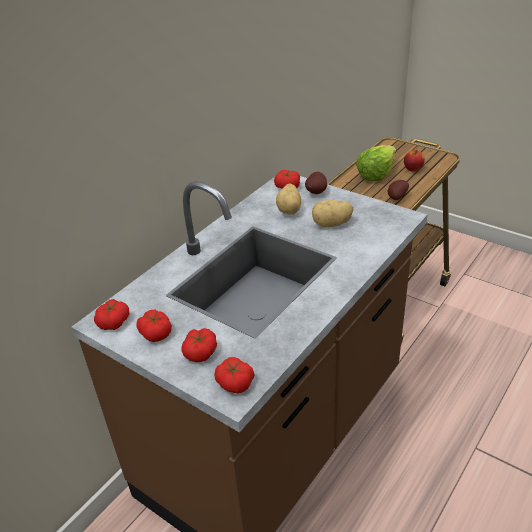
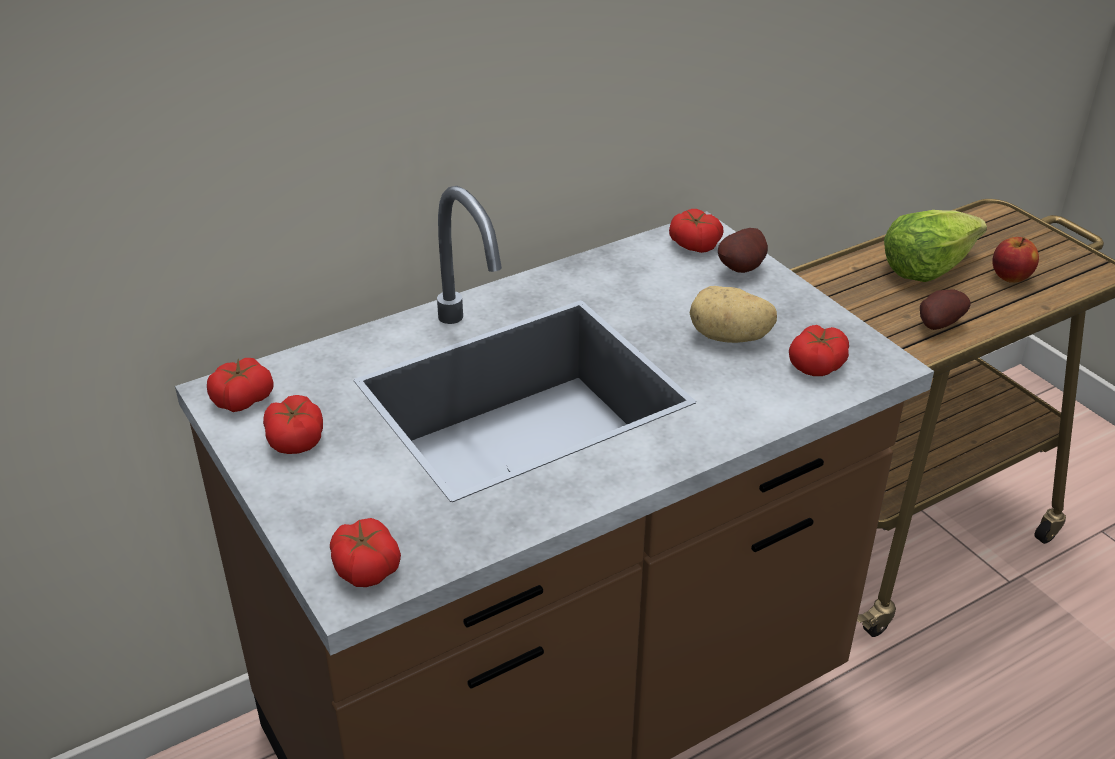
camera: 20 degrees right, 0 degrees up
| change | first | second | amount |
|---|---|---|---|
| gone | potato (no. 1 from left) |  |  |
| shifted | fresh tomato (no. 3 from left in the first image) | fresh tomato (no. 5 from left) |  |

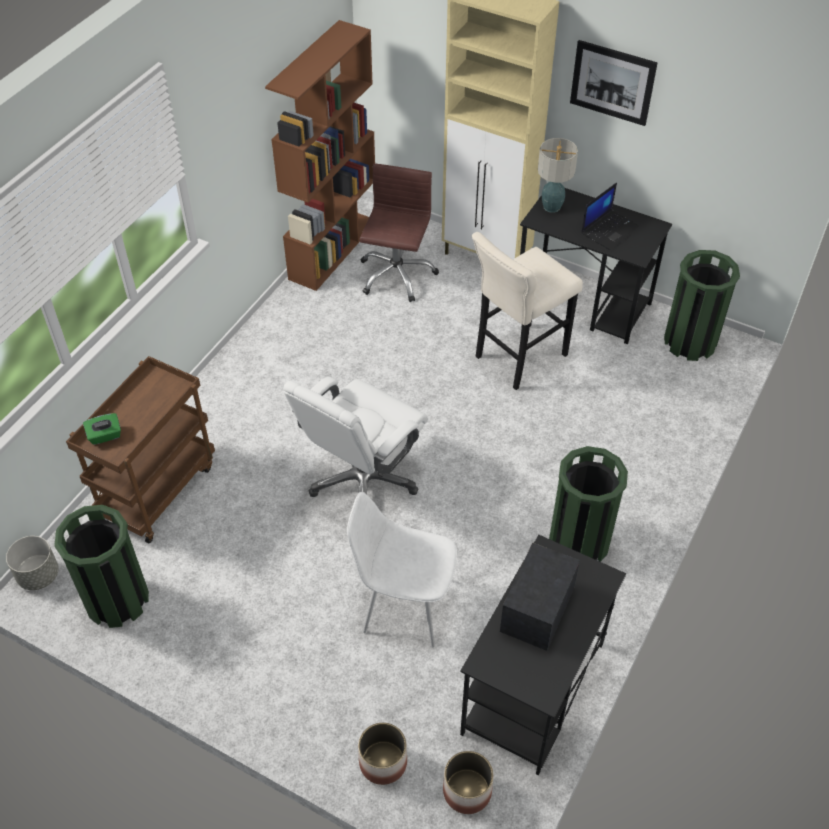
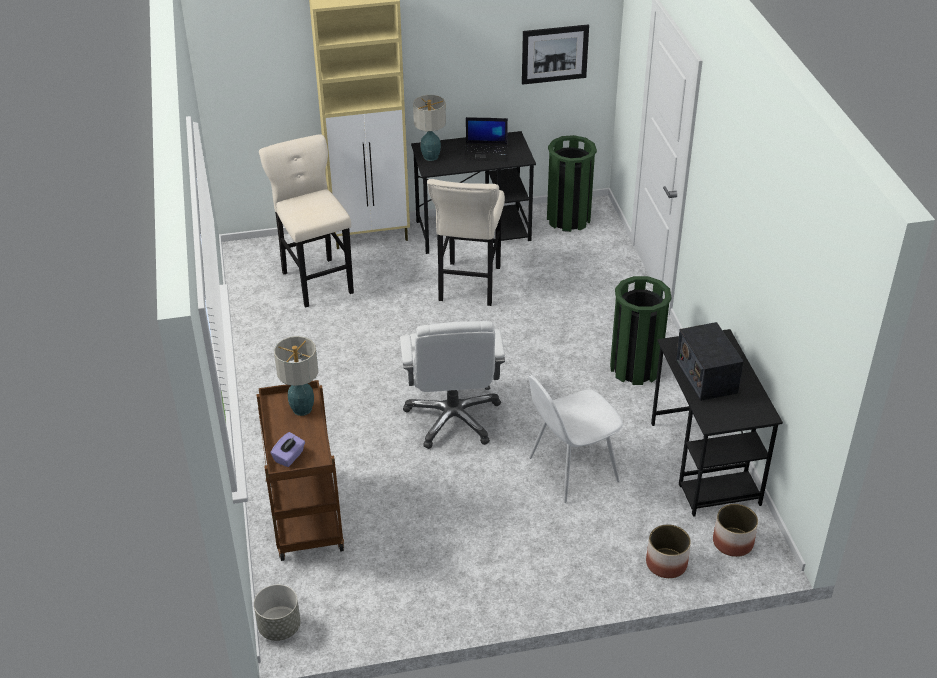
camera: 40 degrees left, 10 degrees down
| change | first | second | amount |
|---|---|---|---|
| gone | brown bookcase |  |  |
| shifted | wall picture |  |  |
| swapped | brown desk chair | beige sitting stool (no. 1 from left) |  |
| rotated | laptop |  | 90 degrees clockwise |
| repainted | green-coloured tissue holder | purplish tissue holder |  |
| gone | green-coloured rubbish bin (no. 1 from left) |  |  |
| new |  | tabletop lamp (no. 1 from left) |  |

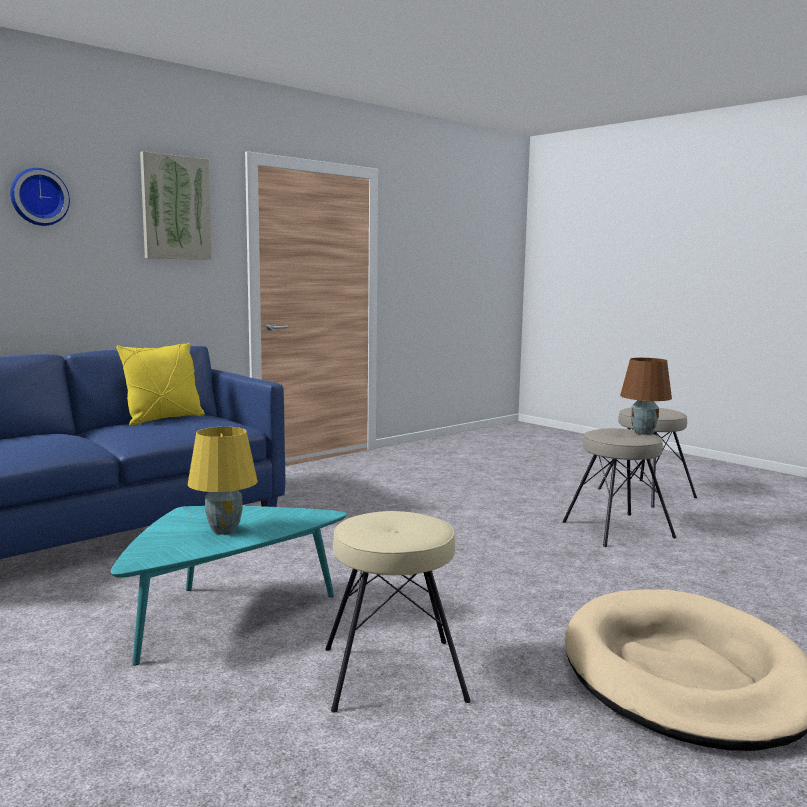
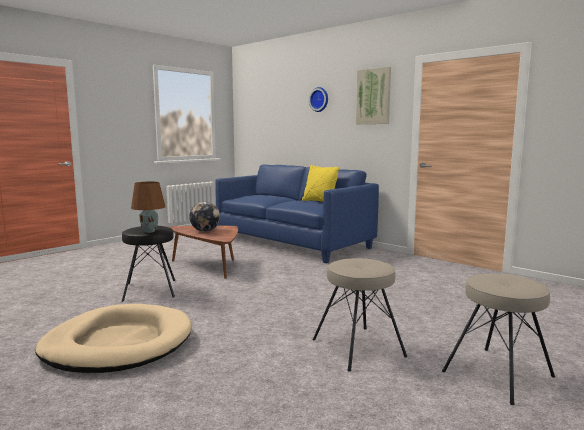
camera: 85 degrees right, 0 degrees up
| change | first | second | amount |
|---|---|---|---|
| shifted | brown tabletop lamp |  |  |
| swapped | yellow-coloured tabletop lamp | desk globe |  |
| repainted | turquoise-coloured coffee table | brown coffee table |  |
| repainted | beige sitting stool (no. 1 from left) | blackish sitting stool |  |

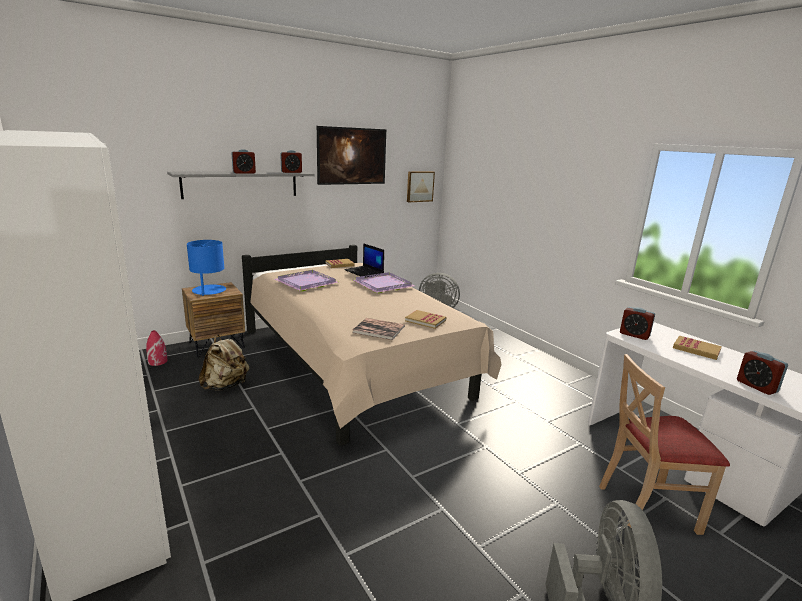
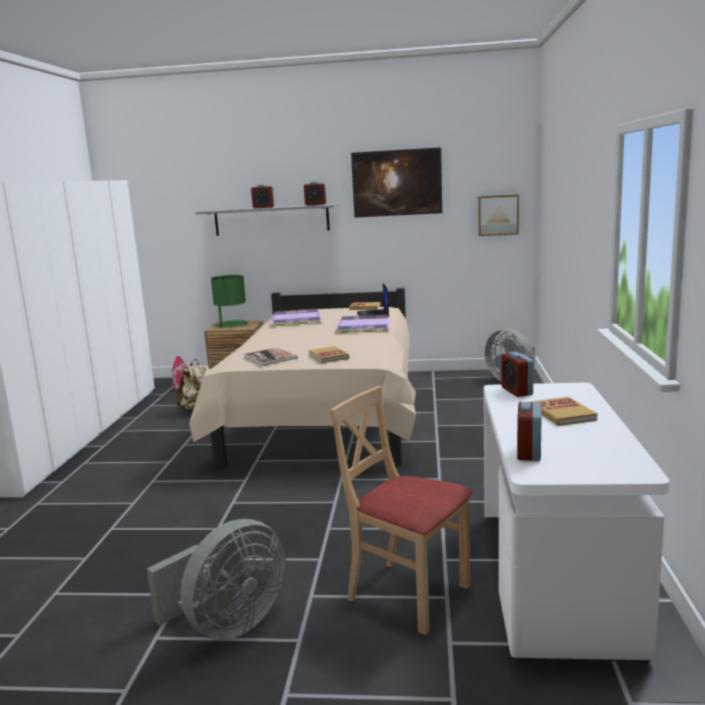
camera: 40 degrees right, 5 degrees down
| change | first | second | amount |
|---|---|---|---|
| repainted | blue tabletop lamp | green-coloured tabletop lamp |  |

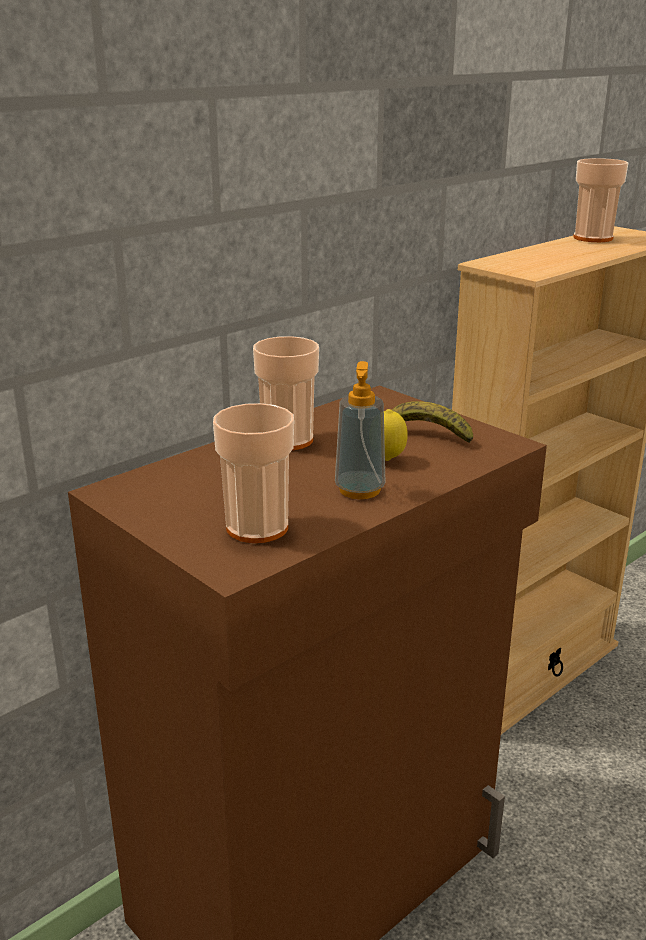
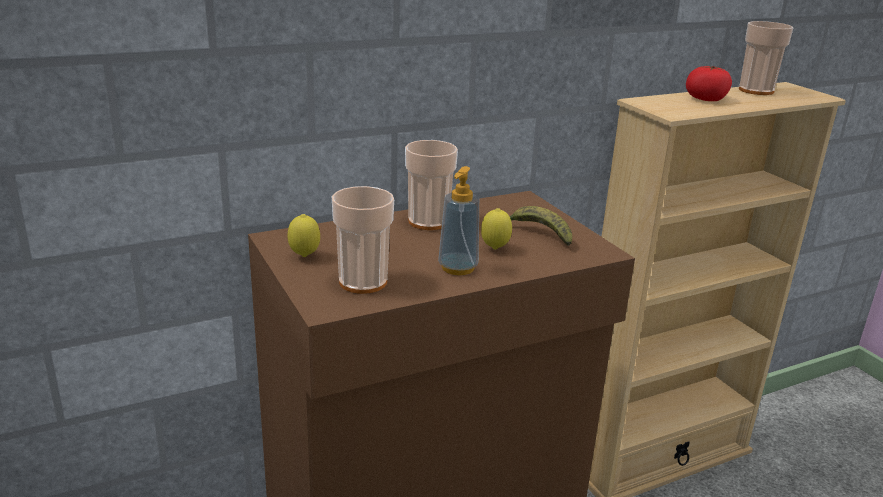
camera: 15 degrees right, 0 degrees up
| change | first | second | amount |
|---|---|---|---|
| new |  | fresh tomato |  |
| new |  | lemon (no. 1 from left) |  |

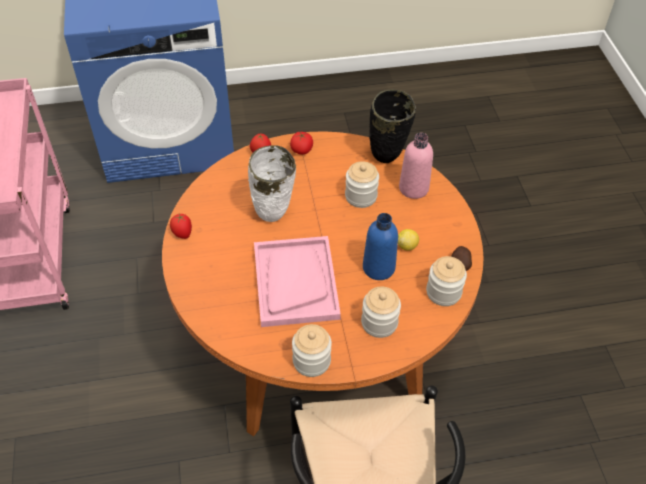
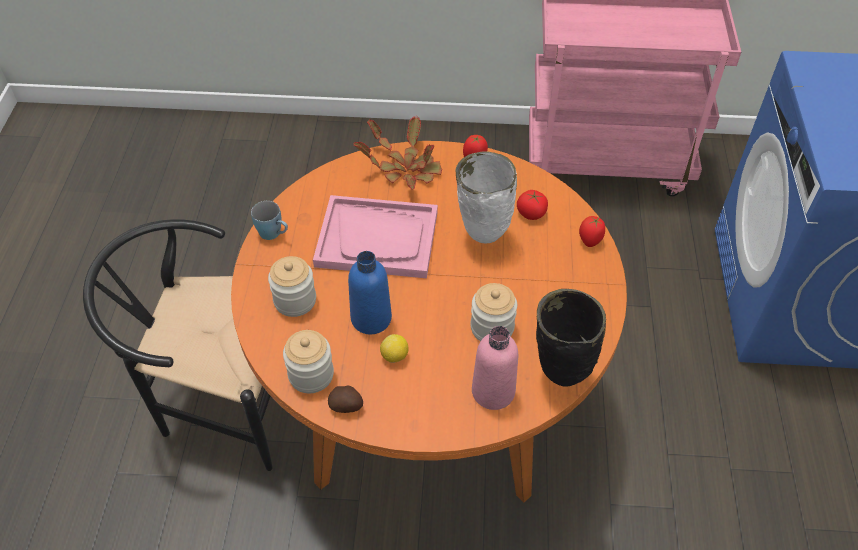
camera: 105 degrees right, 0 degrees up
| change | first | second | amount |
|---|---|---|---|
| shifted | fresh tomato (no. 3 from left in the first image) | fresh tomato (no. 2 from left) |  |
| swapped | jar (no. 1 from left) | blue tea mug |  |
| new |  | houseplant |  |

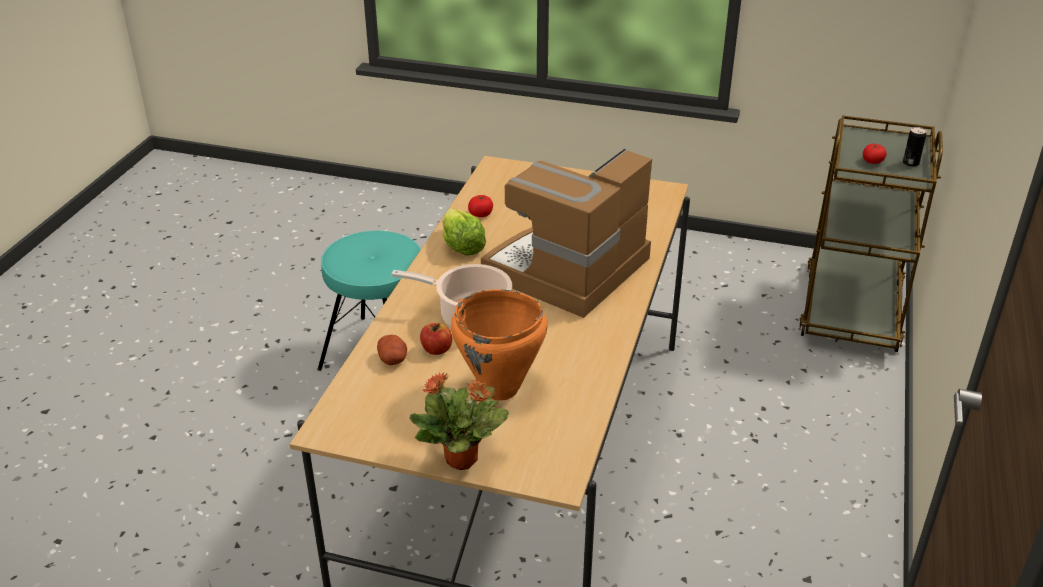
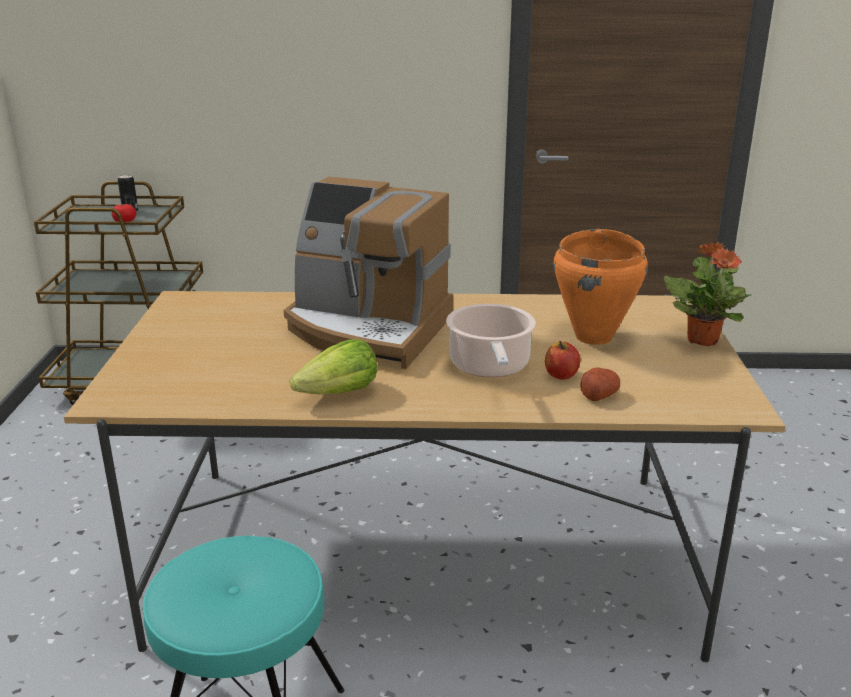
camera: 105 degrees left, 10 degrees down
| change | first | second | amount |
|---|---|---|---|
| gone | fresh tomato (no. 1 from left) |  |  |

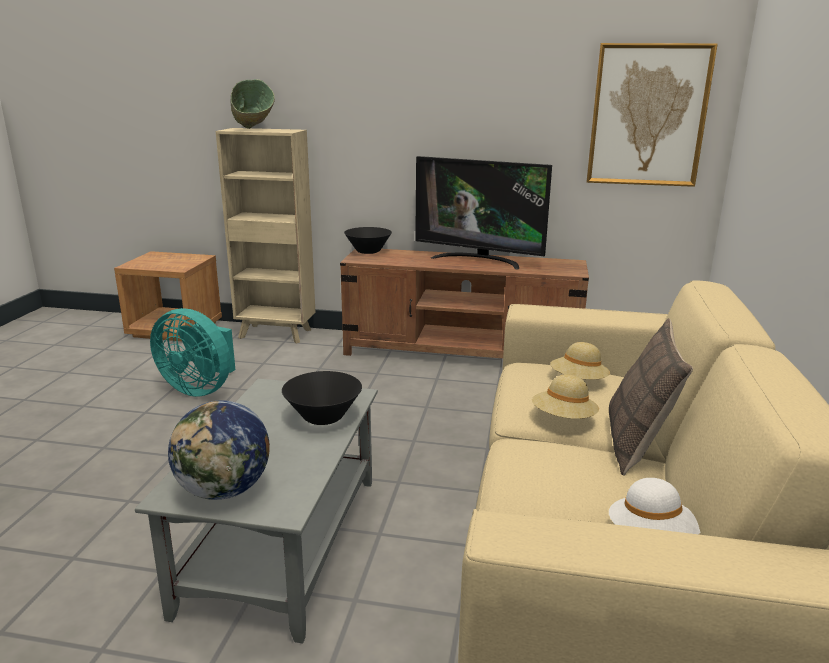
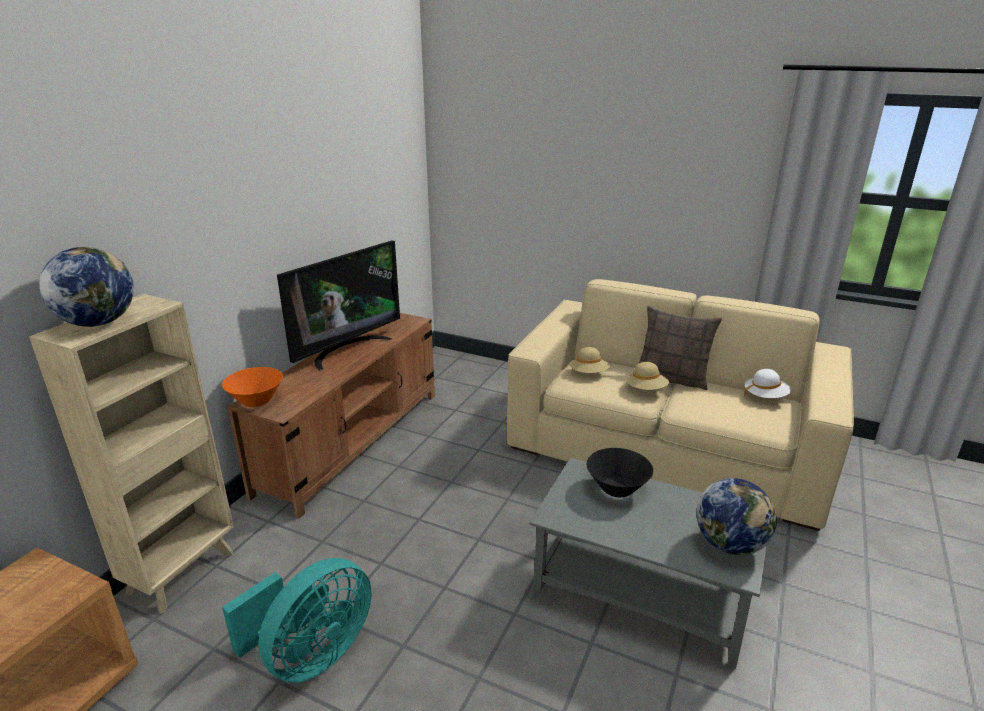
camera: 75 degrees left, 5 degrees up
| change | first | second | amount |
|---|---|---|---|
| gone | wall picture |  |  |
| swapped | green-coloured deep dish | desk globe (no. 1 from left) |  |
| repainted | blackish deep dish (no. 2 from left) | orange-coloured deep dish |  |

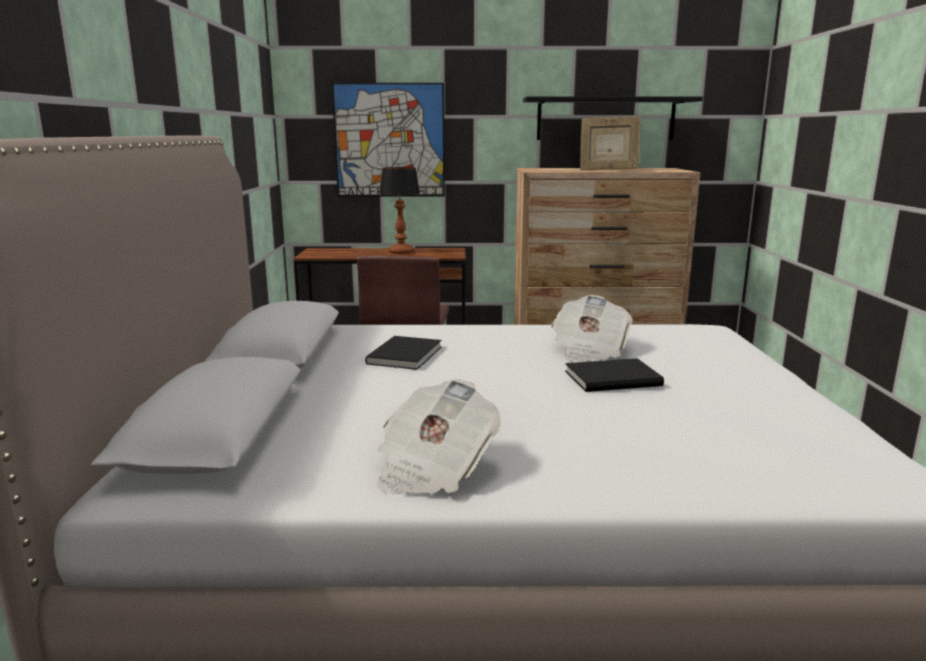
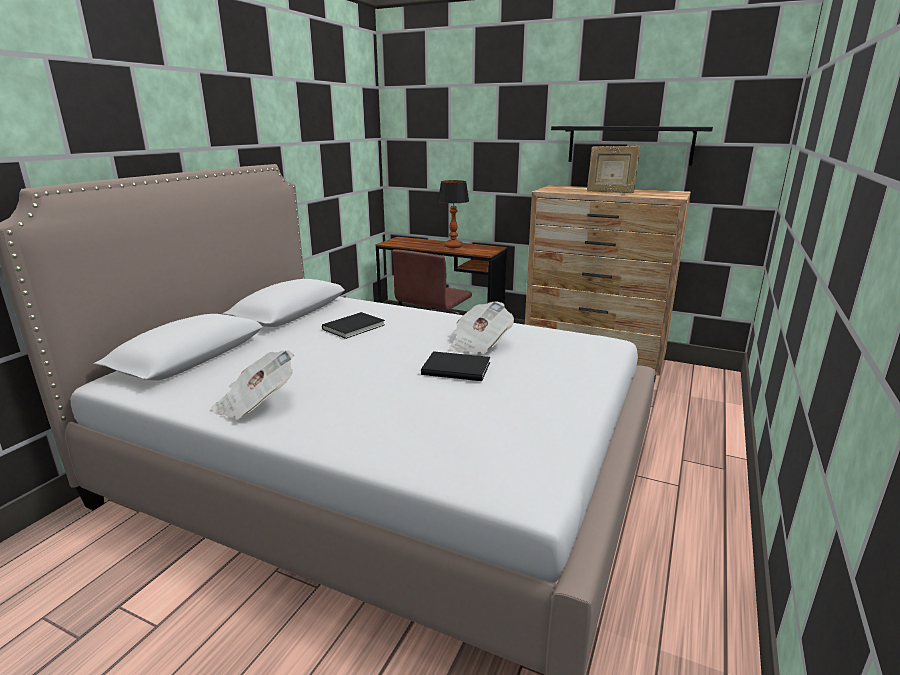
camera: 25 degrees right, 5 degrees up
| change | first | second | amount |
|---|---|---|---|
| gone | wall picture |  |  |

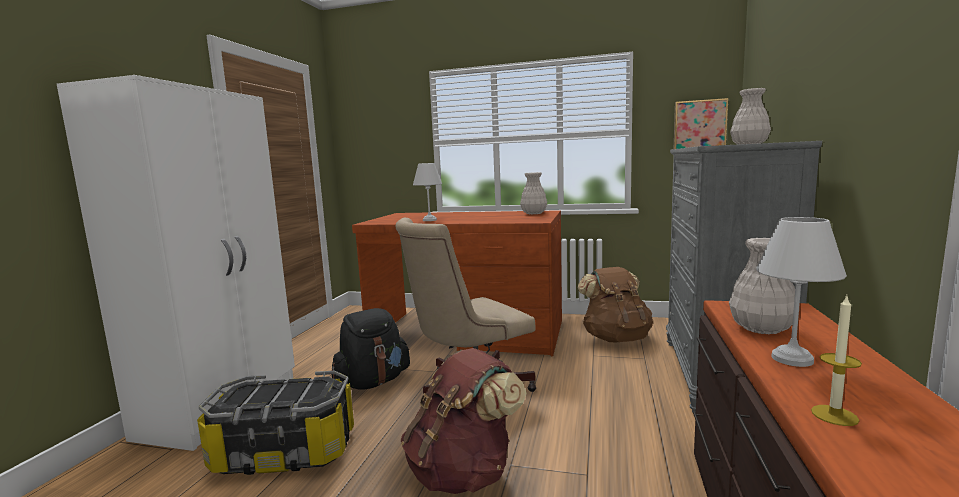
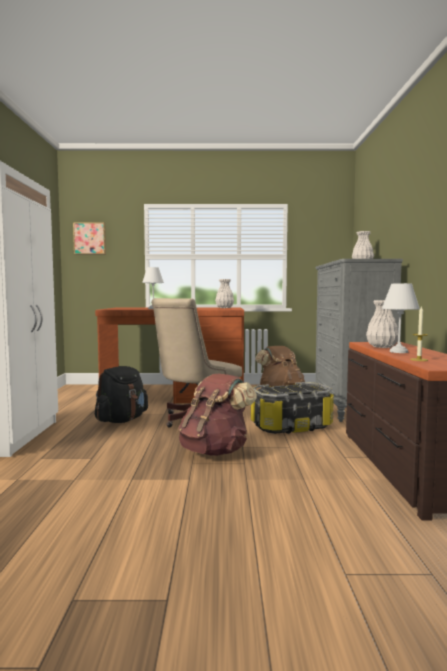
camera: 15 degrees left, 5 degrees down
| change | first | second | amount |
|---|---|---|---|
| shifted | wall picture |  |  |
| shifted | storage bin |  |  |

